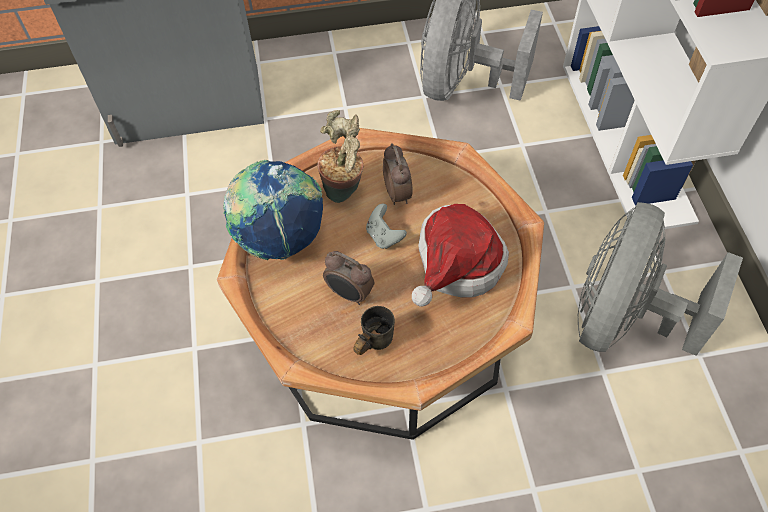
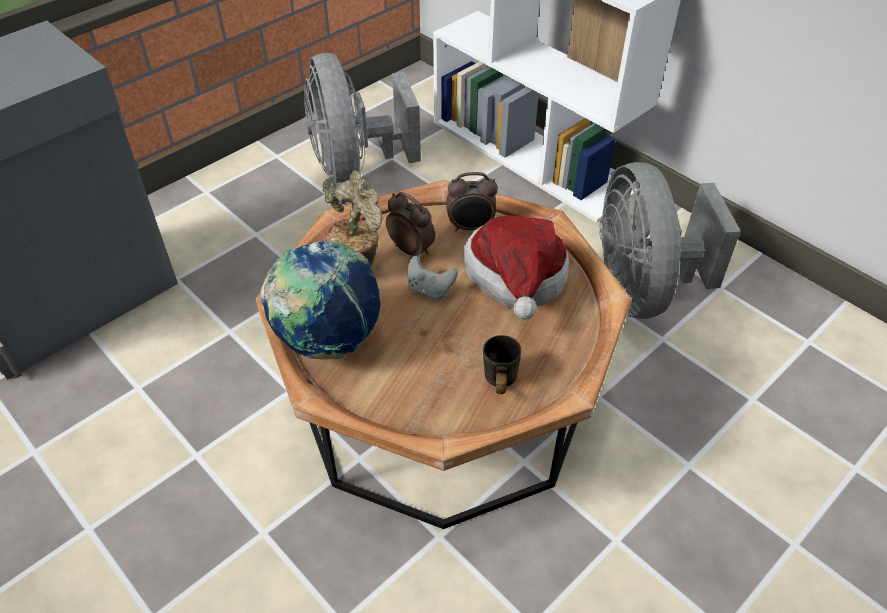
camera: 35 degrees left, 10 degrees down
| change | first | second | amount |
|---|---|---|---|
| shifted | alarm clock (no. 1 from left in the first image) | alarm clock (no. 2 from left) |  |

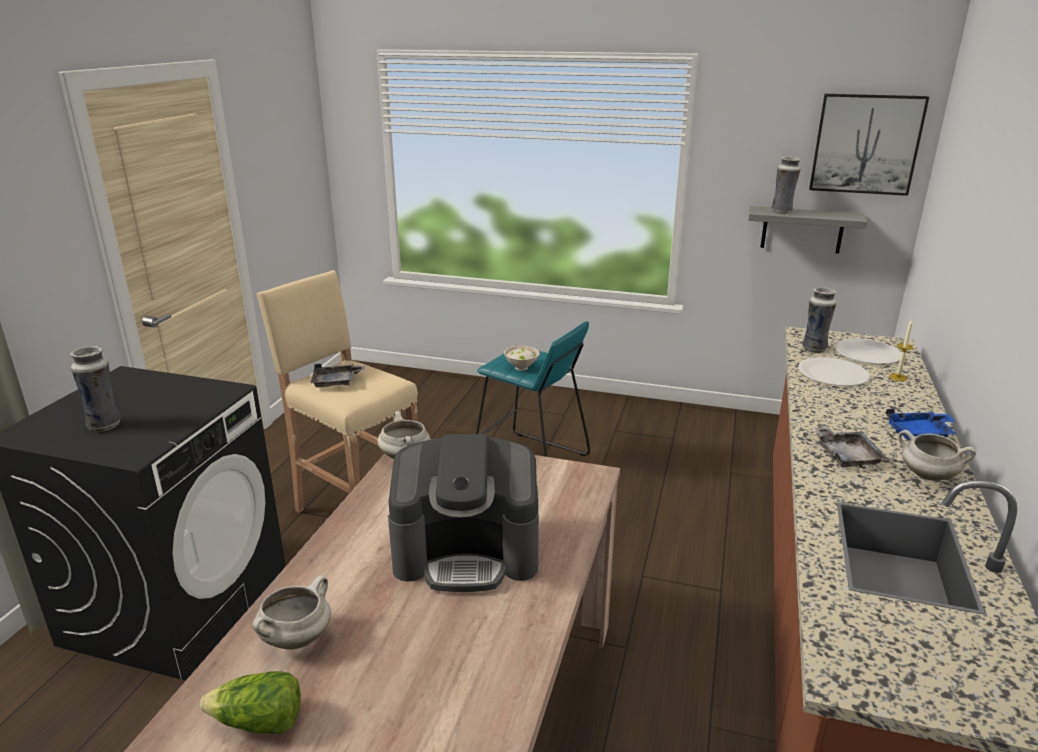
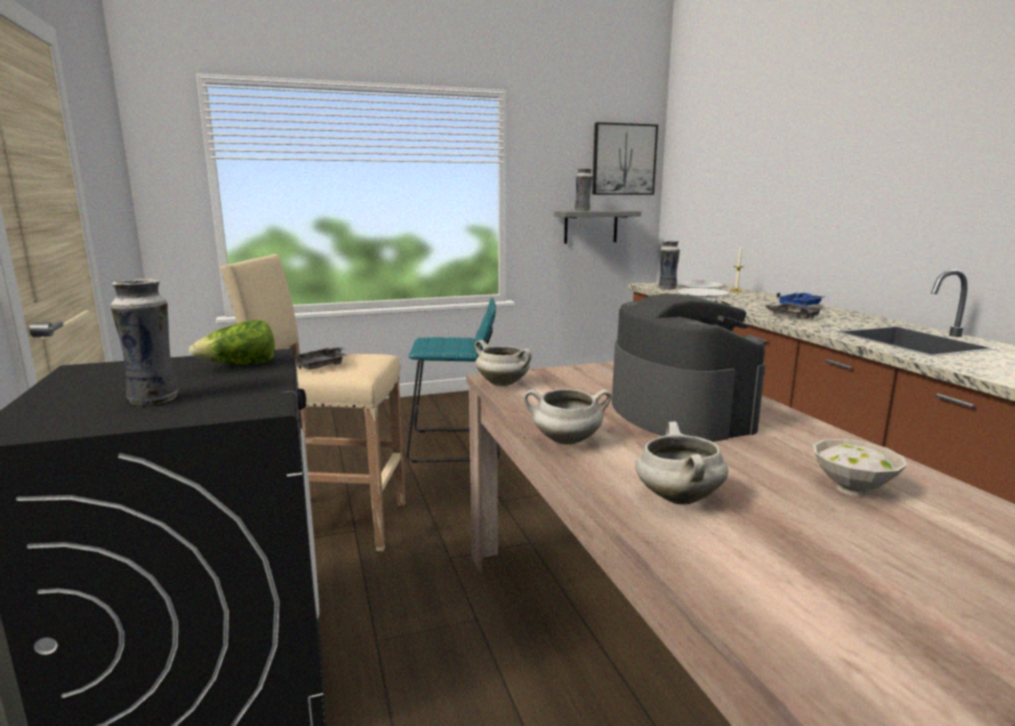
camera: 35 degrees left, 10 degrees down
| change | first | second | amount |
|---|---|---|---|
| shifted | whitish deep dish |  |  |
| shifted | whitish cooking pot (no. 3 from left in the first image) | whitish cooking pot (no. 2 from left) |  |
| rotated | coffee maker |  | 75 degrees counterclockwise |
| shifted | lettuce head |  |  |

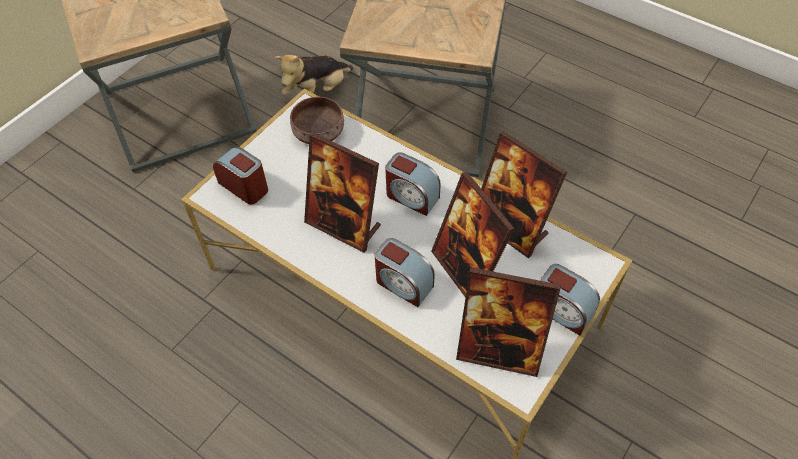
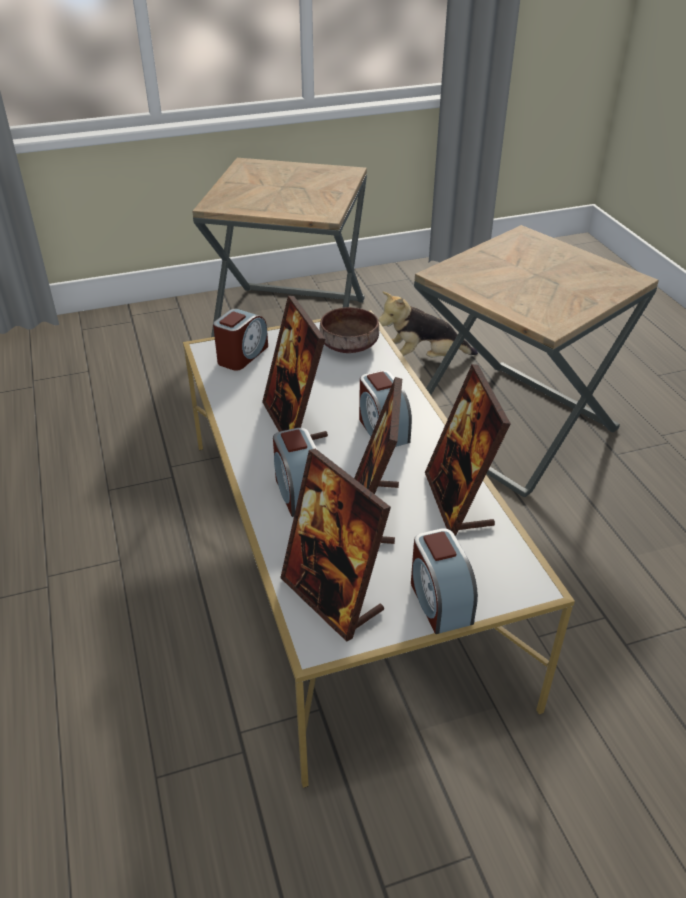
camera: 35 degrees right, 15 degrees down
| change | first | second | amount |
|---|---|---|---|
| rotated | alarm clock (no. 1 from left) |  | 45 degrees clockwise |

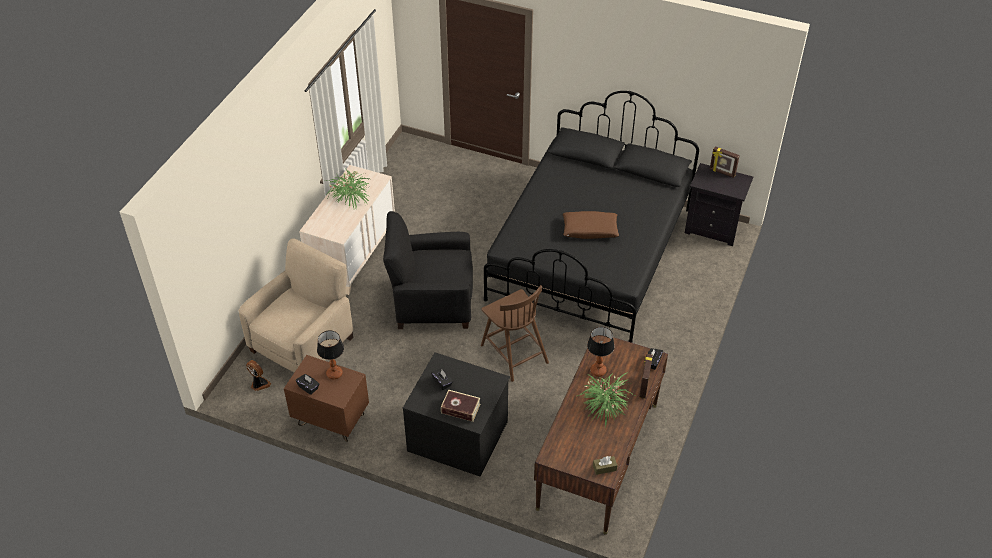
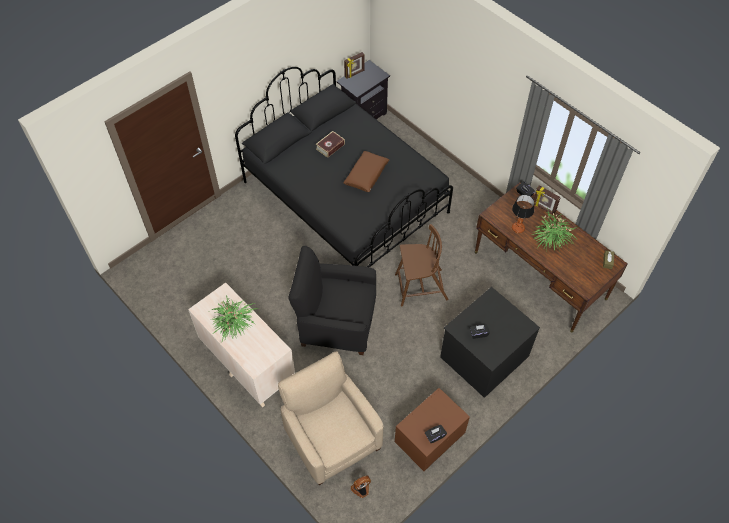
camera: 65 degrees left, 10 degrees up
| change | first | second | amount |
|---|---|---|---|
| rotated | blackish easy chair |  | 75 degrees clockwise |
| gone | tabletop lamp (no. 1 from left) |  |  |
| shifted | book |  |  |

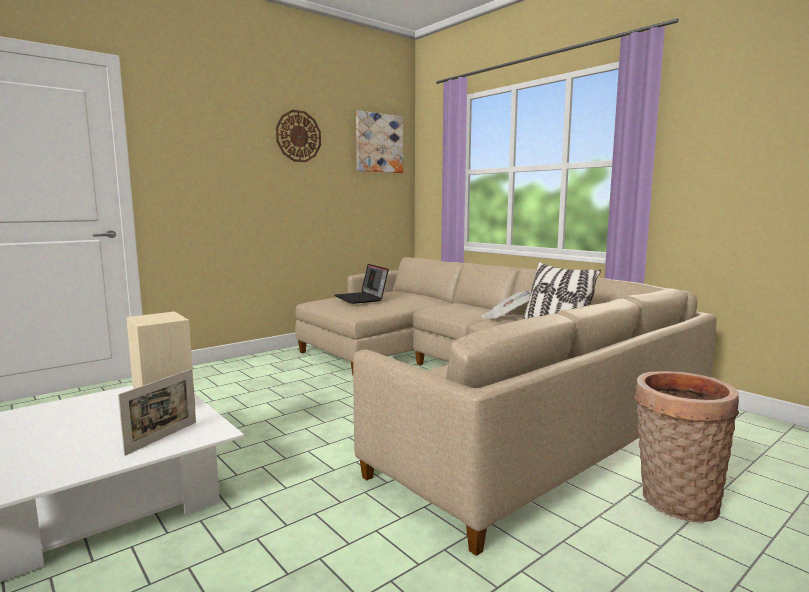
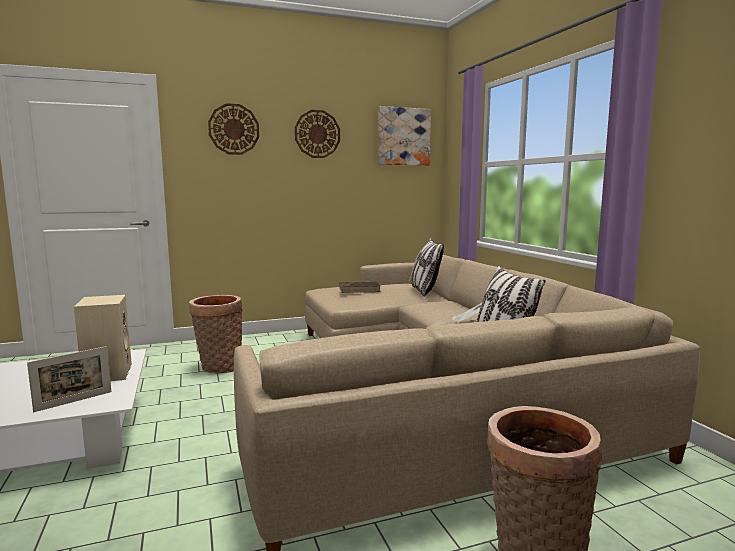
camera: 20 degrees right, 0 degrees up
| change | first | second | amount |
|---|---|---|---|
| swapped | laptop | brown book |  |
| new |  | clock on the wall (no. 1 from left) |  |
| new |  | throw pillow (no. 1 from left) |  |
| new |  | storage basket (no. 1 from left) |  |

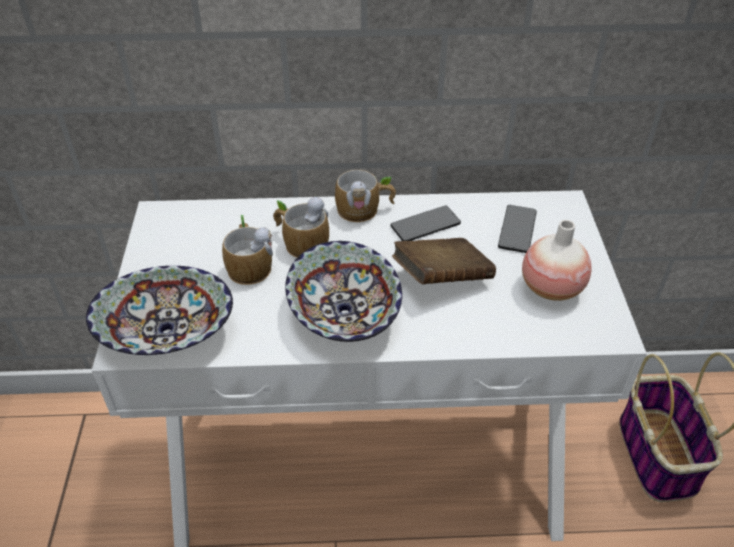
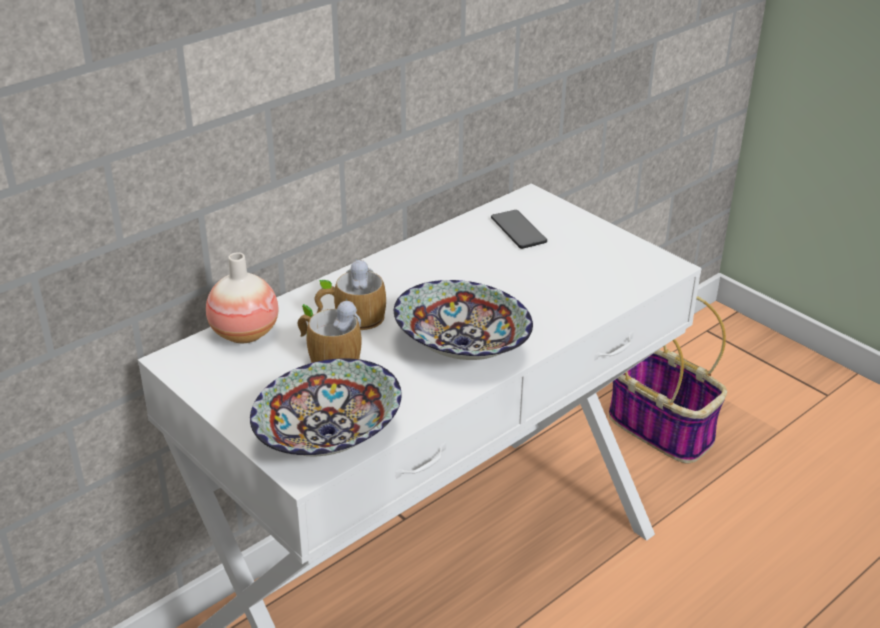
camera: 40 degrees left, 10 degrees down
| change | first | second | amount |
|---|---|---|---|
| gone | tea mug (no. 3 from left) |  |  |
| gone | phone (no. 1 from left) |  |  |
| shifted | vase |  |  |
| gone | brown book |  |  |

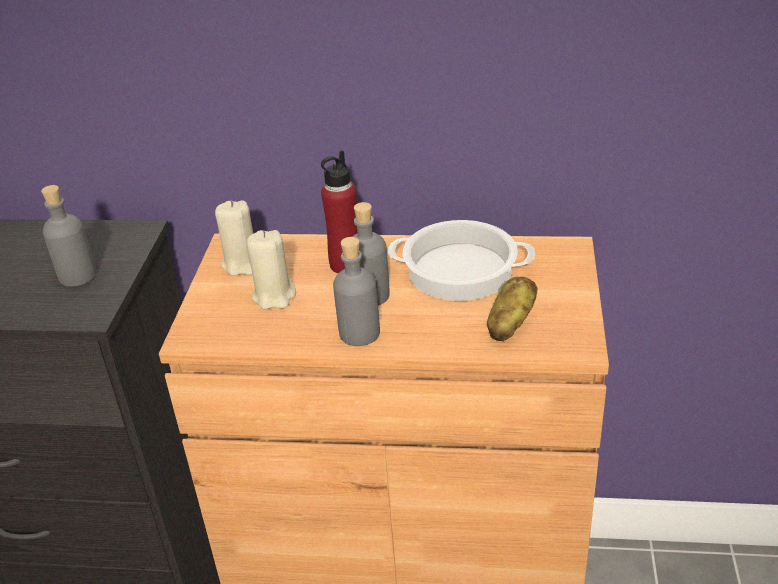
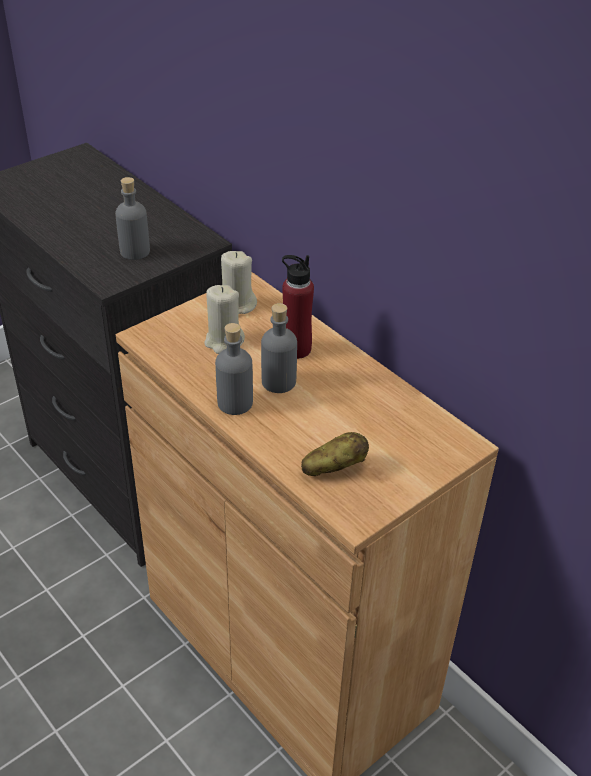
camera: 40 degrees right, 5 degrees up
| change | first | second | amount |
|---|---|---|---|
| gone | cooking pot |  |  |

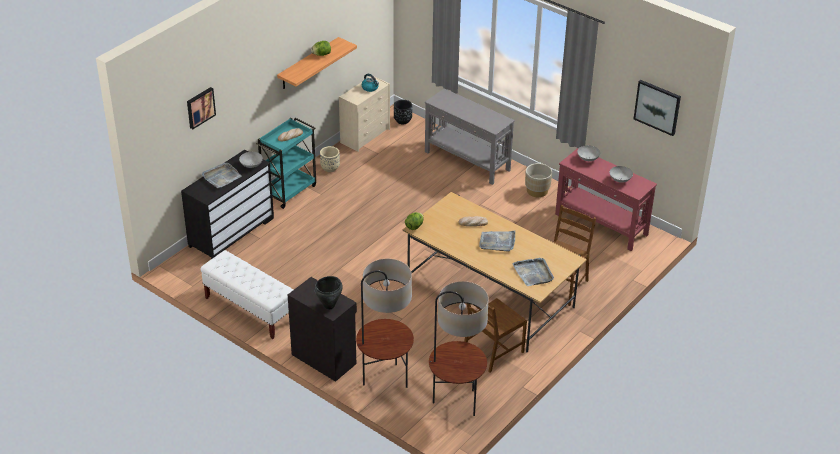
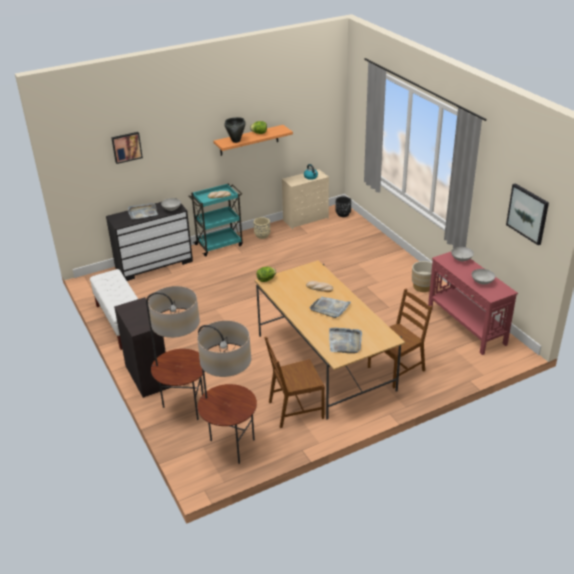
camera: 25 degrees right, 5 degrees down
| change | first | second | amount |
|---|---|---|---|
| gone | gray hall table |  |  |
| shifted | blackish cooking pot |  |  |

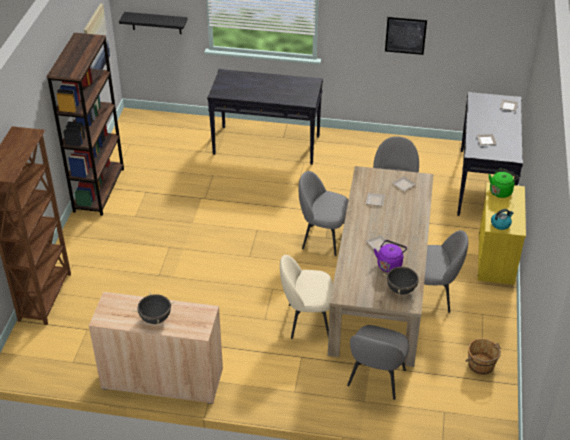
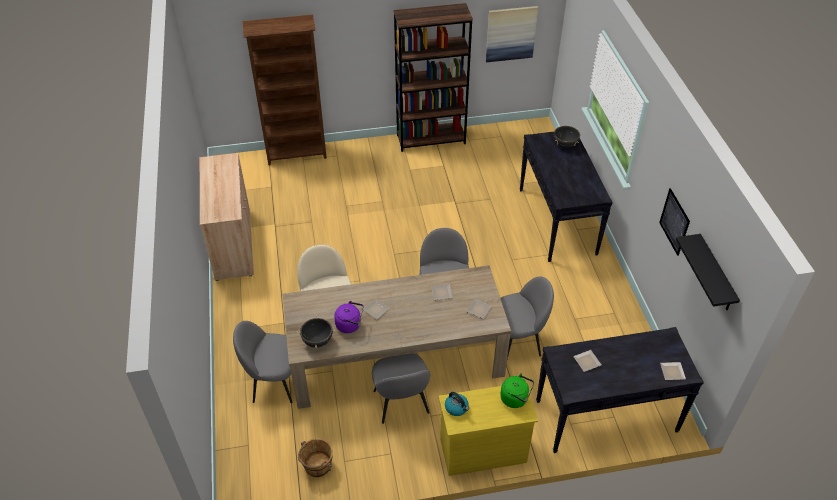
camera: 70 degrees right, 5 degrees up
| change | first | second | amount |
|---|---|---|---|
| shifted | blackish wall shelf |  |  |
| shifted | blackish cooking pot (no. 1 from left in the first image) | blackish cooking pot (no. 2 from left) |  |

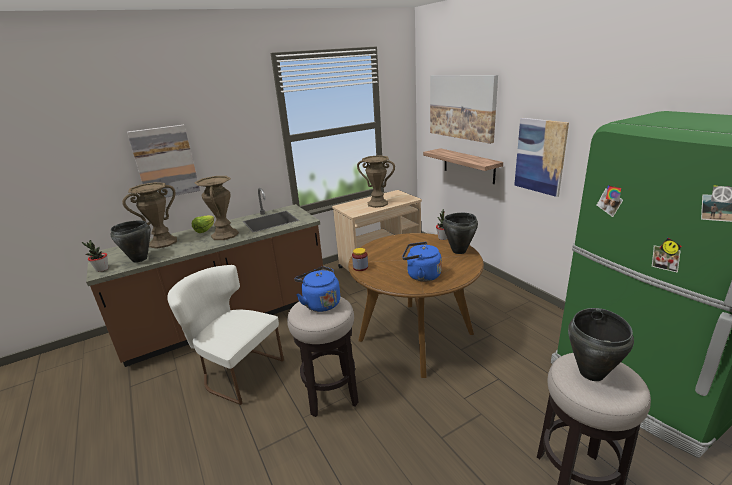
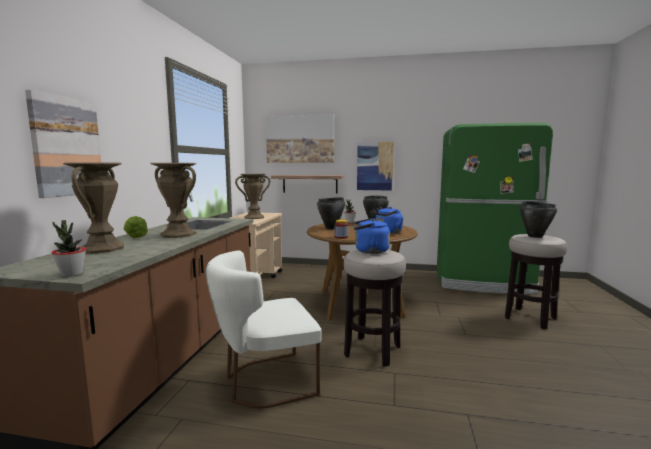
camera: 50 degrees left, 15 degrees down
| change | first | second | amount |
|---|---|---|---|
| shifted | blackish cooking pot (no. 1 from left) |  |  |

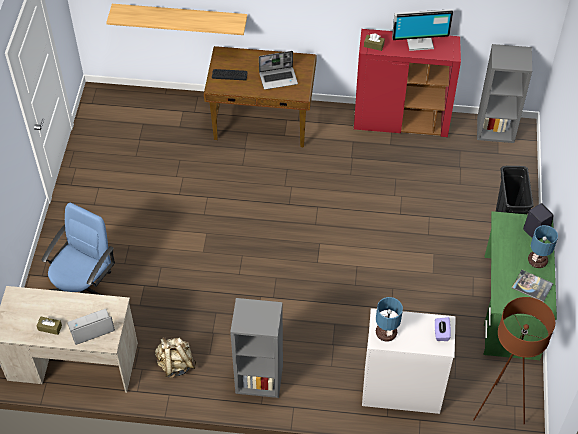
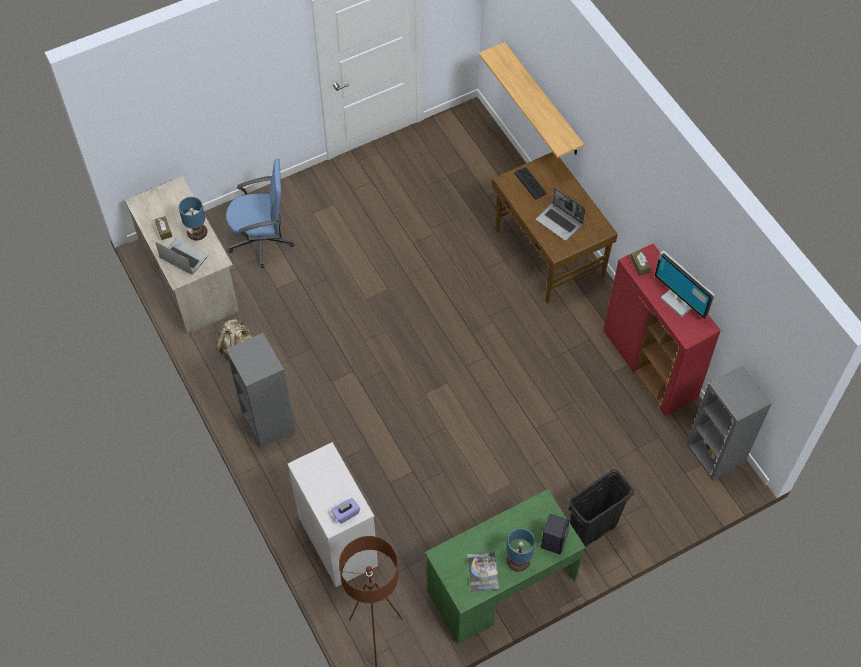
camera: 55 degrees right, 5 degrees up
| change | first | second | amount |
|---|---|---|---|
| shifted | tabletop lamp (no. 1 from left) |  |  |

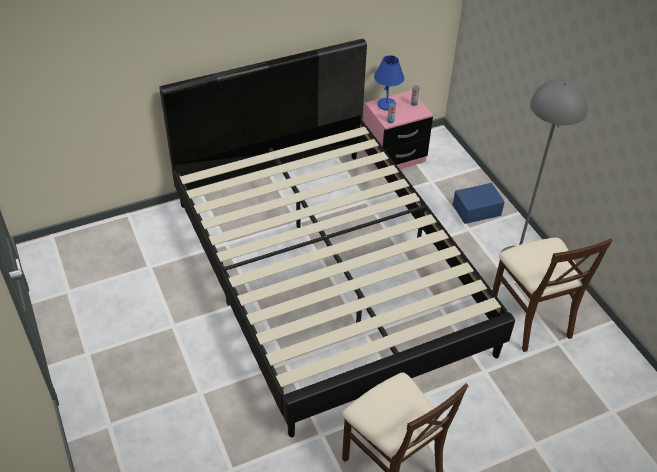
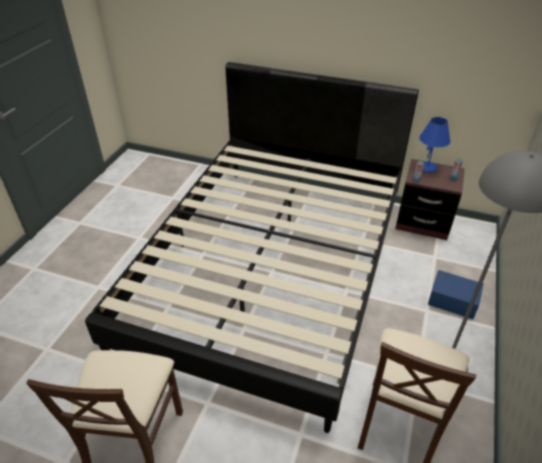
camera: 45 degrees right, 5 degrees down
| change | first | second | amount |
|---|---|---|---|
| repainted | pink-coloured night table | brown night table |  |

